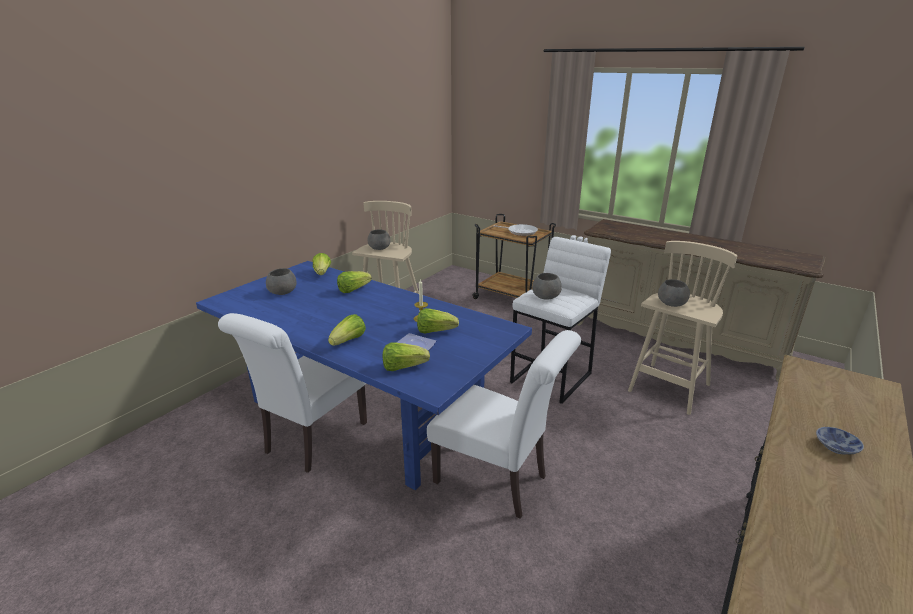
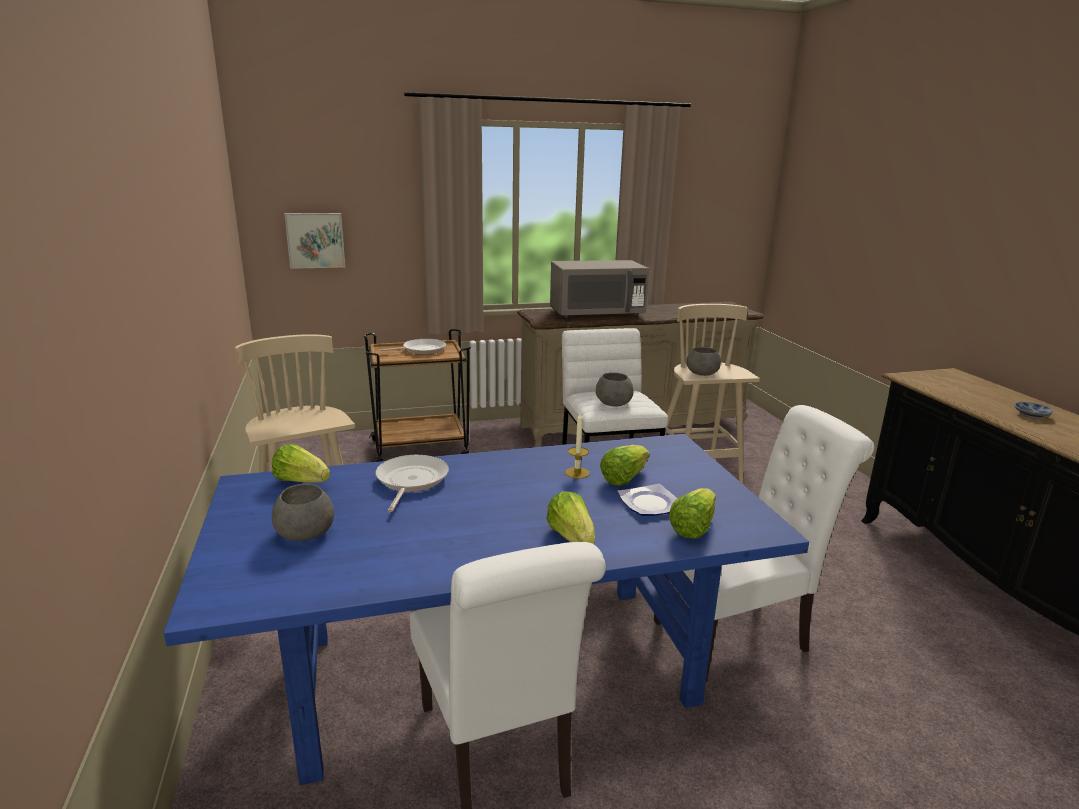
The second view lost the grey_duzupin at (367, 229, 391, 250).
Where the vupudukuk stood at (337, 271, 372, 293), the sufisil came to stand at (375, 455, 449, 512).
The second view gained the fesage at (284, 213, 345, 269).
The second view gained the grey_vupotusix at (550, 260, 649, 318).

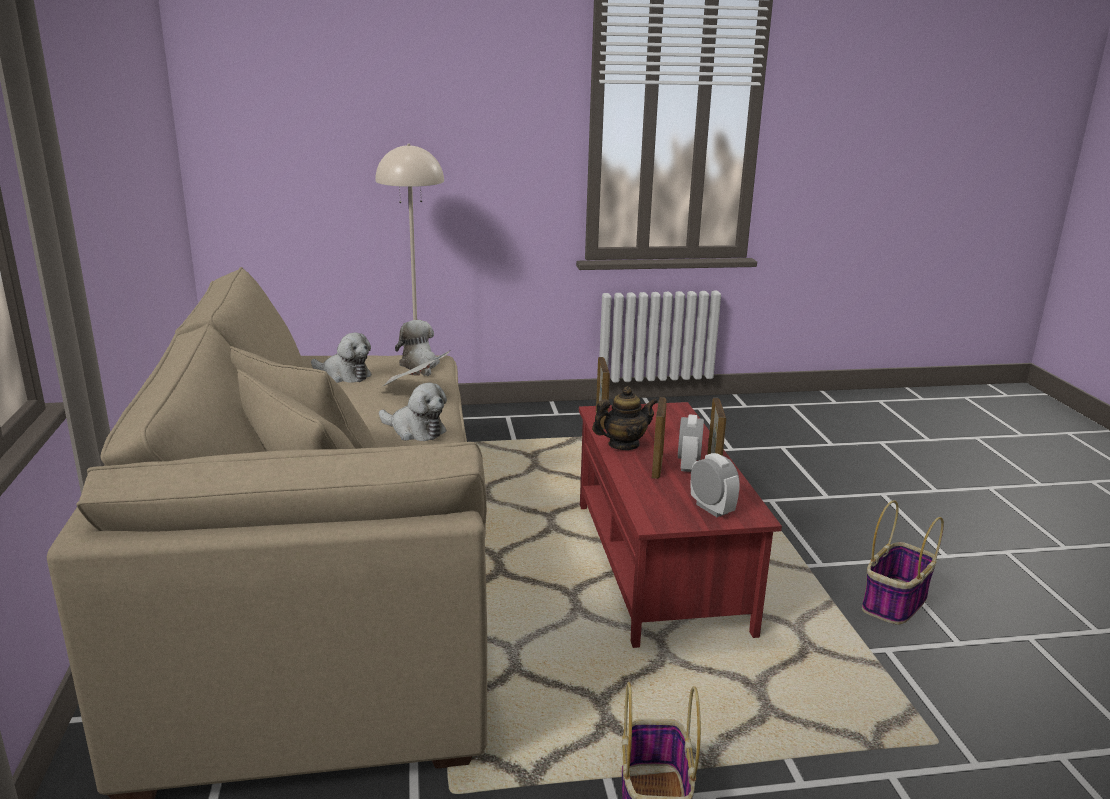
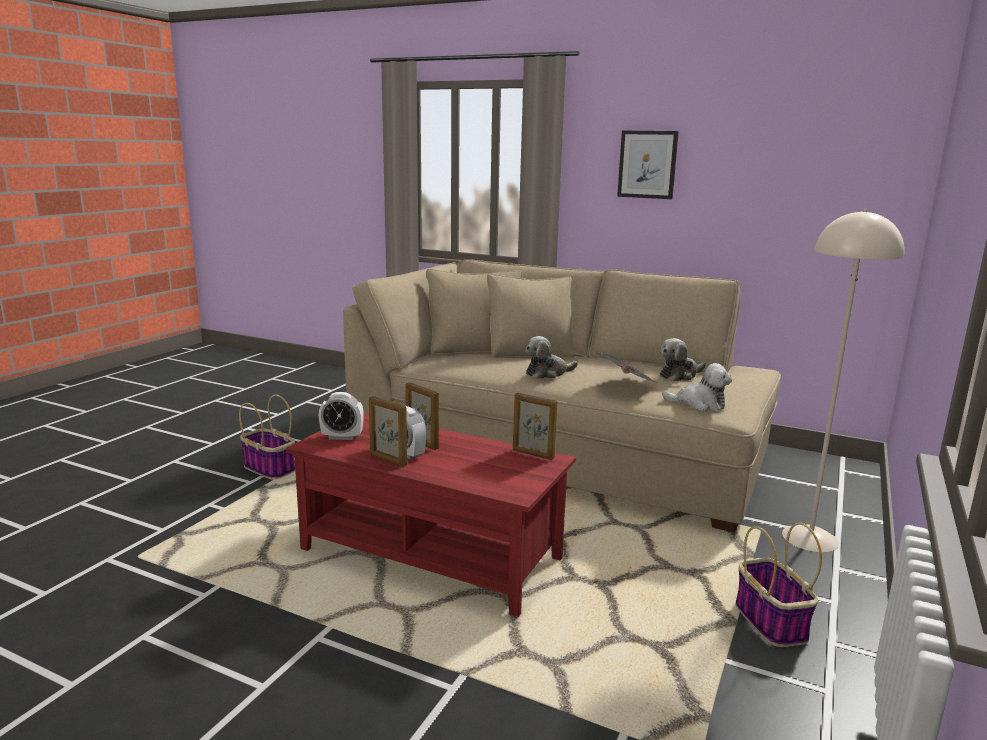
The second view lost the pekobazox at (592, 386, 658, 450).
The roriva ended up elsewhere, having gone from (862, 500, 944, 625) to (736, 522, 822, 647).
The second view gained the fesage at (617, 131, 679, 199).

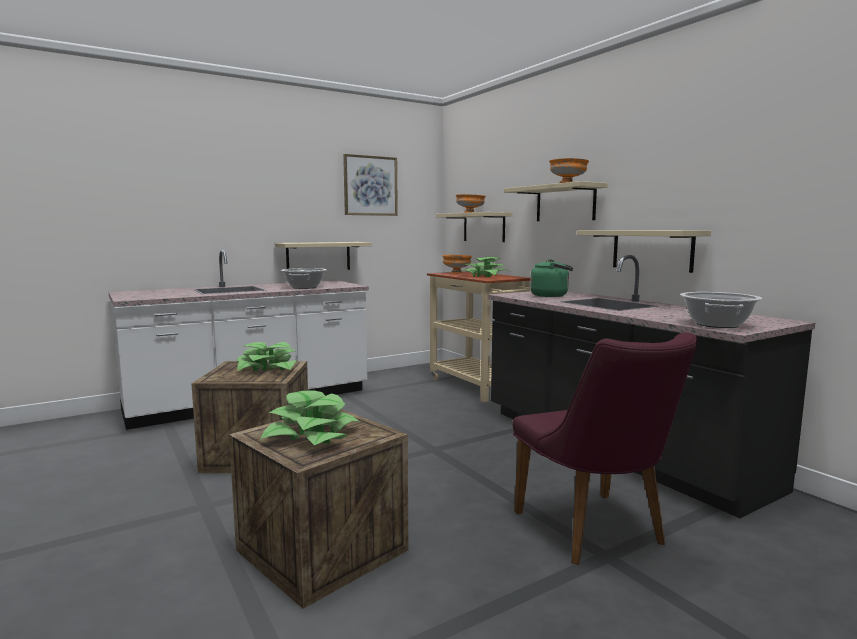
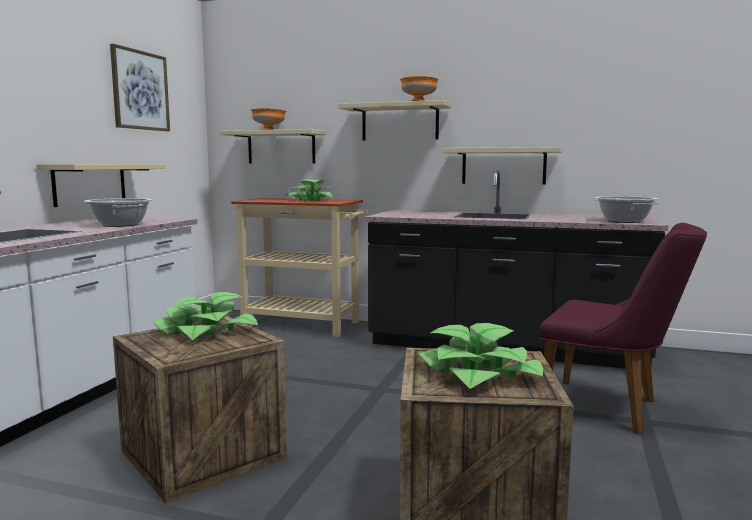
The second view lost the orange_duzupin at (442, 255, 472, 273).
The second view lost the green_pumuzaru at (530, 259, 573, 297).

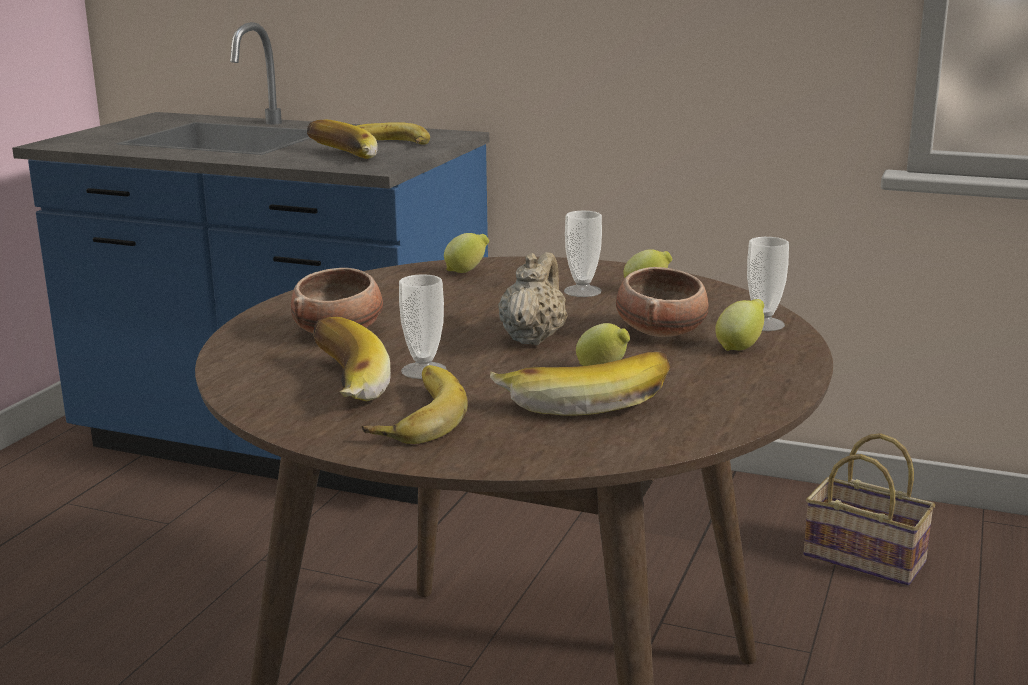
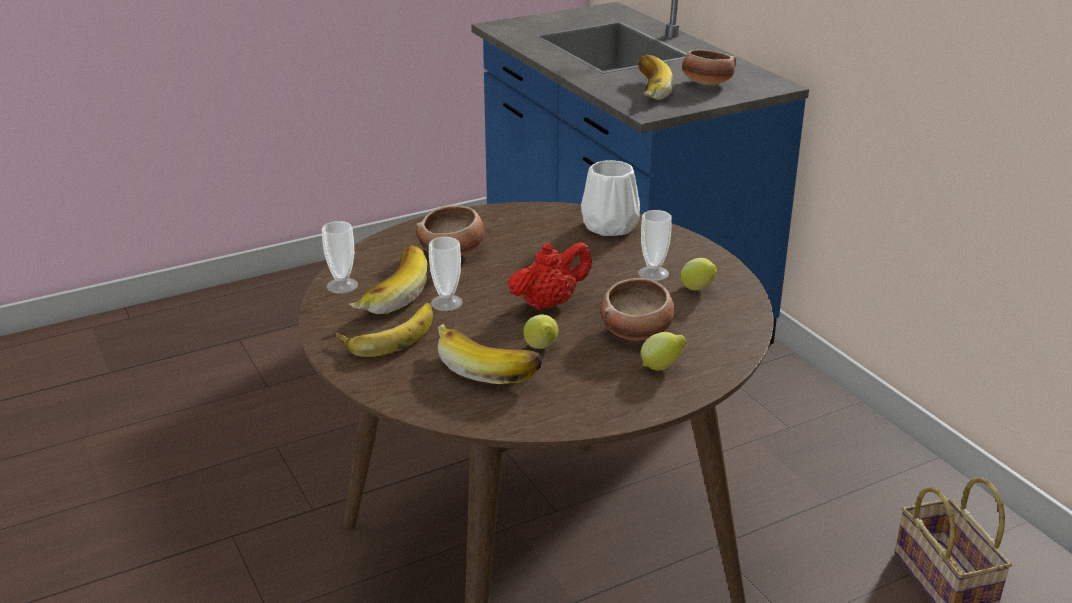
Where the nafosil stood at (357, 122, 430, 145), the duzupin came to stand at (682, 49, 736, 85).
Where the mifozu stood at (444, 233, 489, 273), the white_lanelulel came to stand at (581, 160, 640, 236).
The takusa ended up elsewhere, having gone from (747, 237, 789, 331) to (322, 221, 358, 294).
What was the beige_pekobazox at (498, 252, 568, 345) turned into the red_pekobazox at (508, 242, 592, 311).

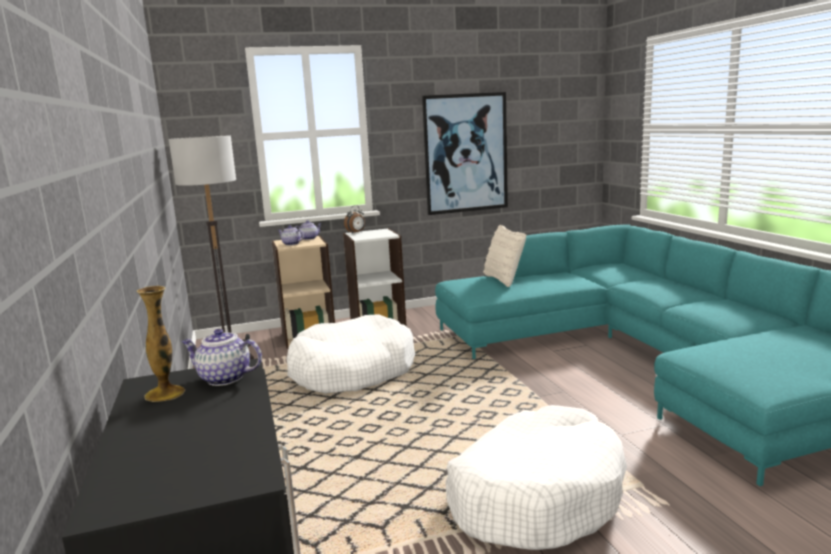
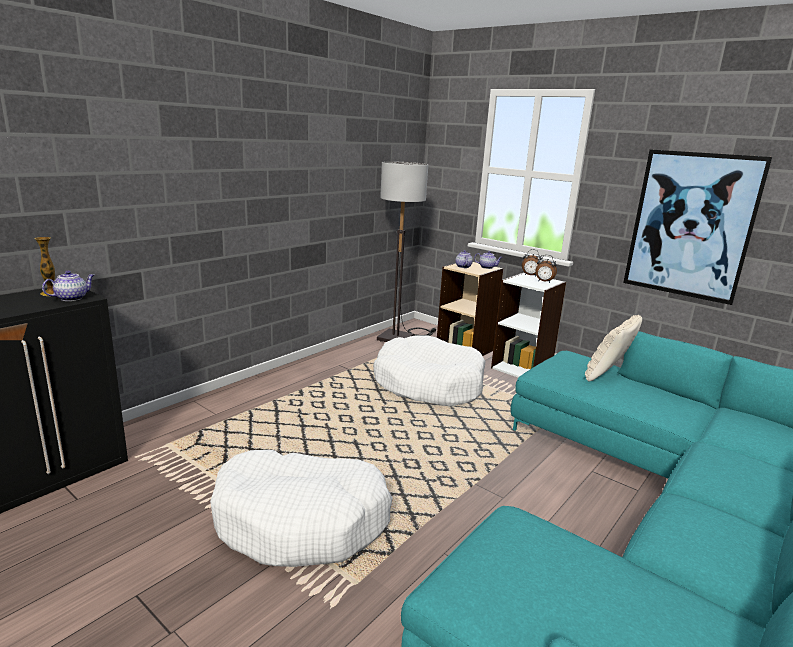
The pekobazox at (181, 329, 262, 386) ended up facing another way, 60 degrees clockwise from before.
The second view gained the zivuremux at (535, 255, 557, 283).

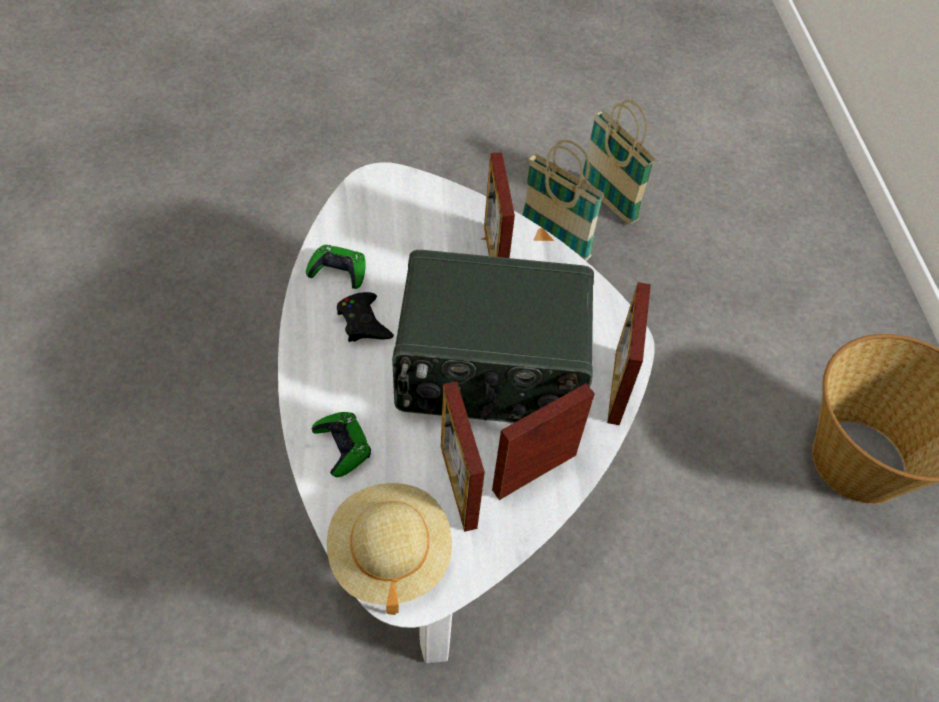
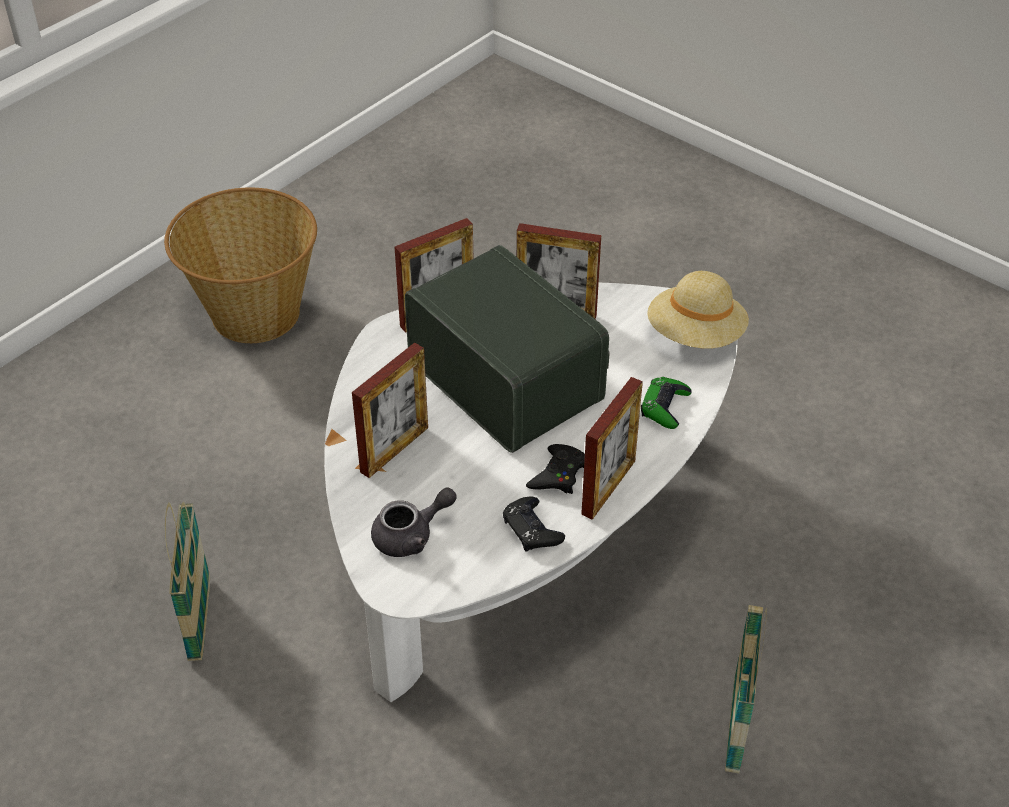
The roriva ended up elsewhere, having gone from (582, 99, 656, 224) to (725, 605, 767, 773).
What was the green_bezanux at (306, 245, 366, 289) turned into the black_bezanux at (503, 496, 565, 552).
The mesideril ended up elsewhere, having gone from (441, 381, 485, 532) to (581, 377, 643, 520).
The second view gained the grey_pekobazox at (371, 488, 457, 557).

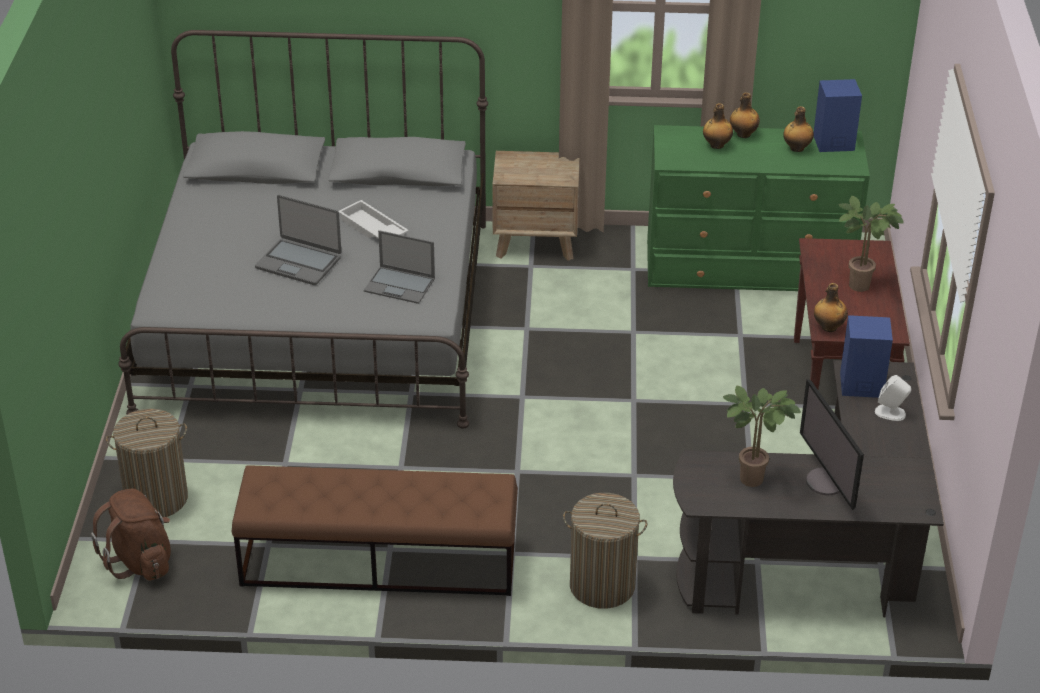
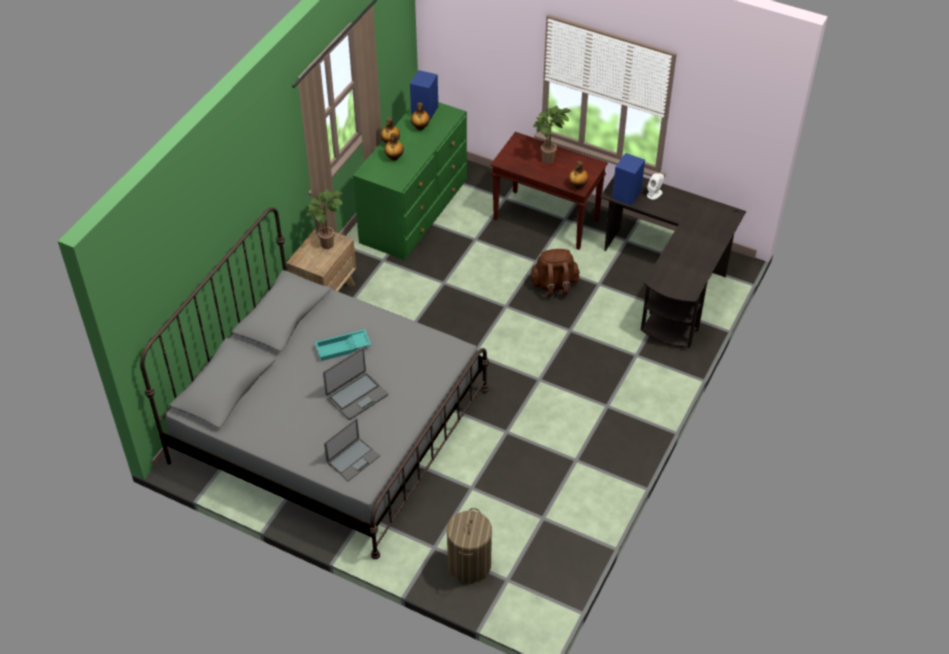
What was the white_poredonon at (338, 200, 409, 239) turned into the turquoise_poredonon at (315, 329, 371, 361).
The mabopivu ended up elsewhere, having gone from (364, 230, 435, 304) to (324, 418, 380, 481).
The second view lost the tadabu at (800, 379, 864, 510).
The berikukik ended up elsewhere, having gone from (723, 386, 801, 487) to (306, 190, 343, 249).
The second view lost the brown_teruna at (232, 465, 518, 596).
The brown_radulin ended up elsewhere, having gone from (91, 489, 171, 581) to (529, 249, 580, 297).
The second view lost the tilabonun at (563, 493, 647, 609).

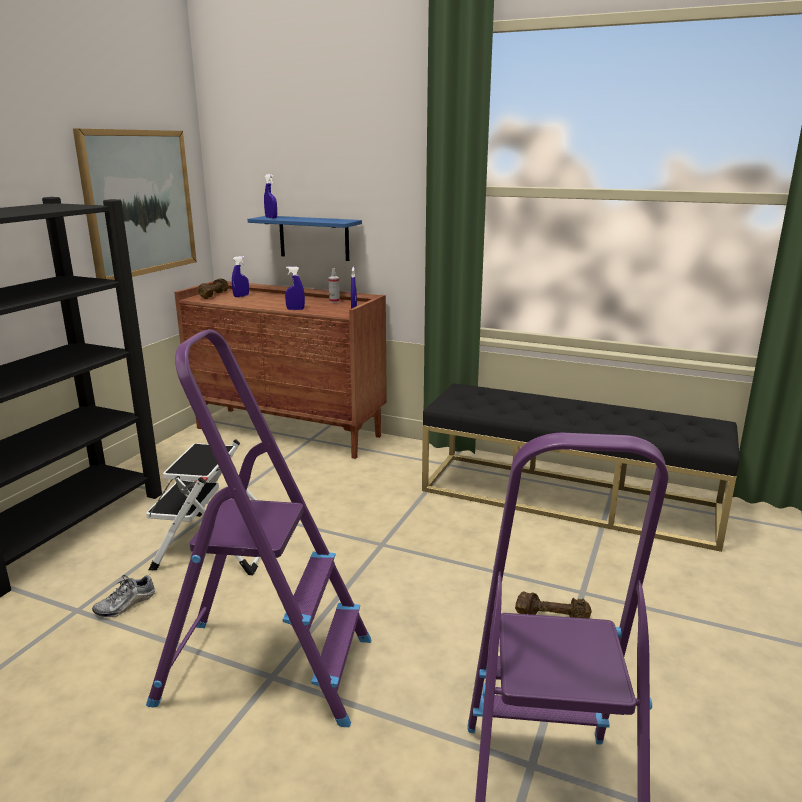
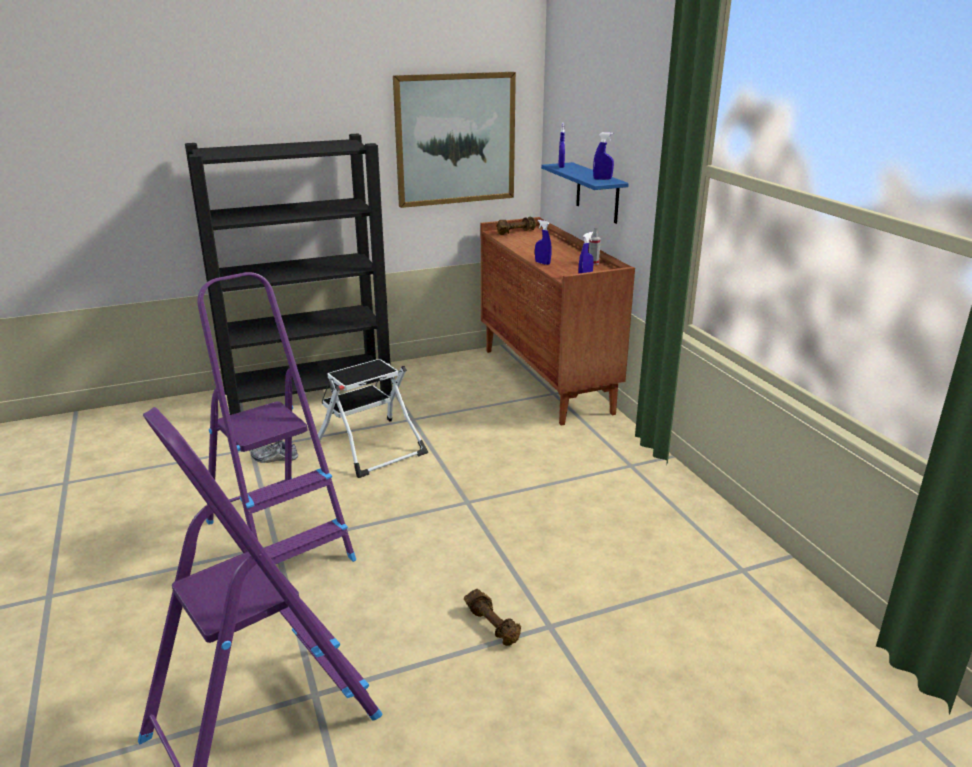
The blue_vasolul ended up elsewhere, having gone from (232, 256, 249, 297) to (593, 132, 614, 180).
The second view lost the black_teruna at (422, 383, 739, 552).

